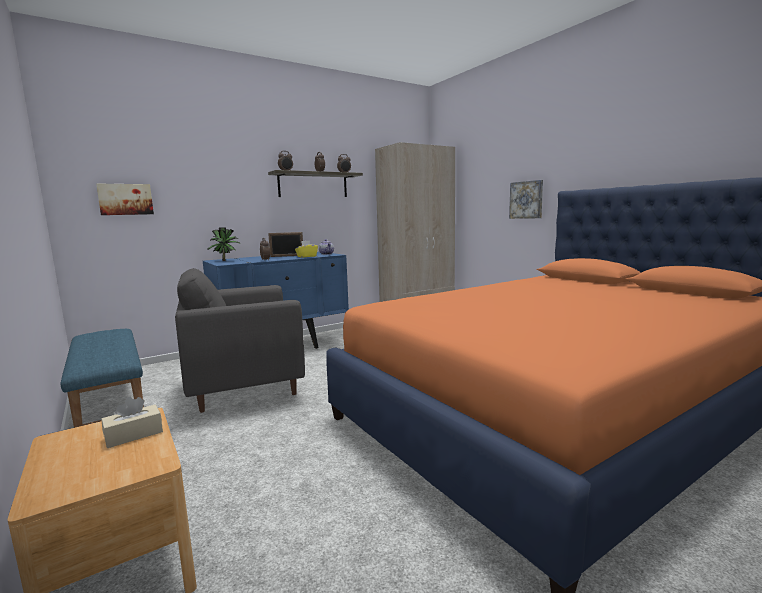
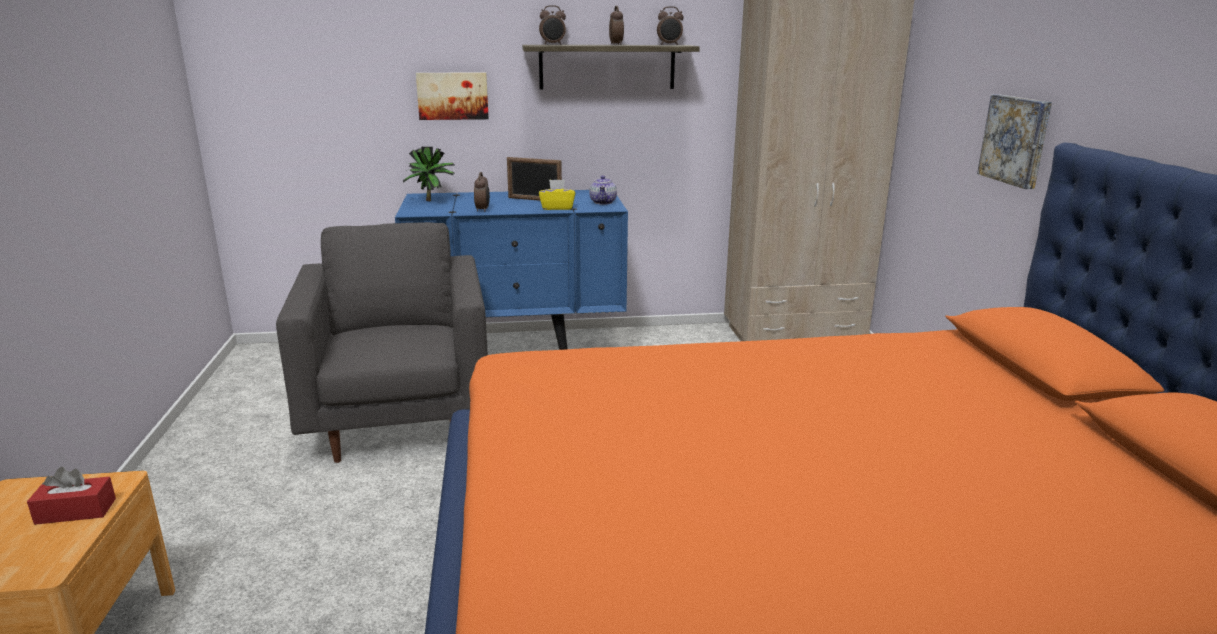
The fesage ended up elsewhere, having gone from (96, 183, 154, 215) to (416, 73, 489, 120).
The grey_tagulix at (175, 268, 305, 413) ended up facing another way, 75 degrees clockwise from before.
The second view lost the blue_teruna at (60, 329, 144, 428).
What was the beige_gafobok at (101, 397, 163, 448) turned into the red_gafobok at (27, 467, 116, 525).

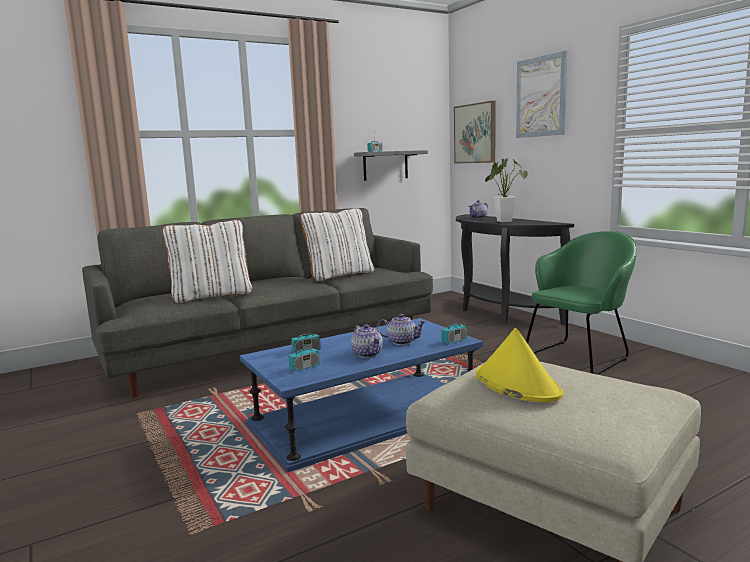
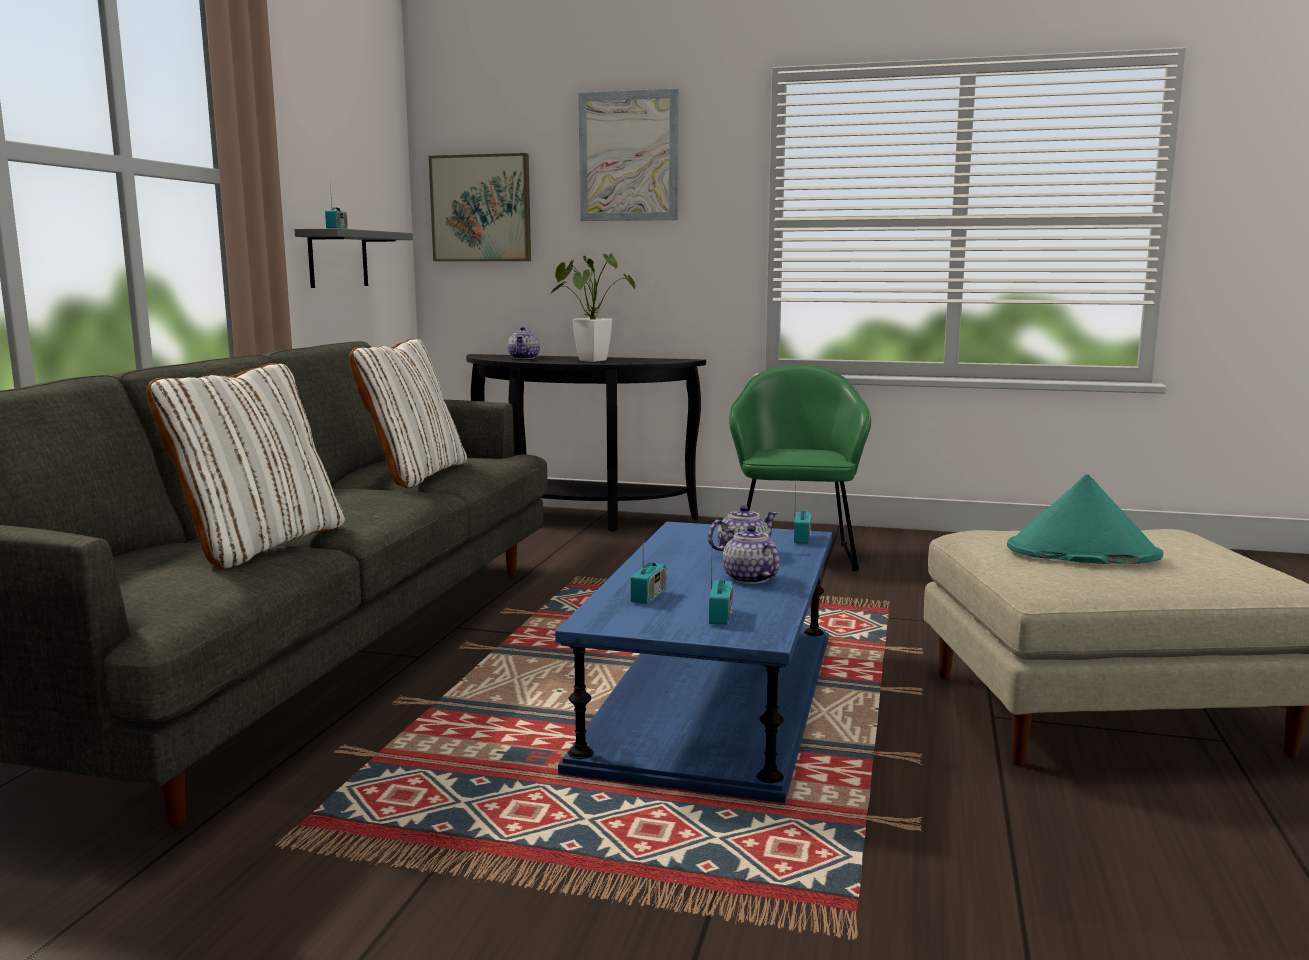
The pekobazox at (351, 324, 383, 358) ended up facing another way, 135 degrees counterclockwise from before.
What was the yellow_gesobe at (476, 328, 563, 402) turned into the turquoise_gesobe at (1007, 474, 1163, 564).

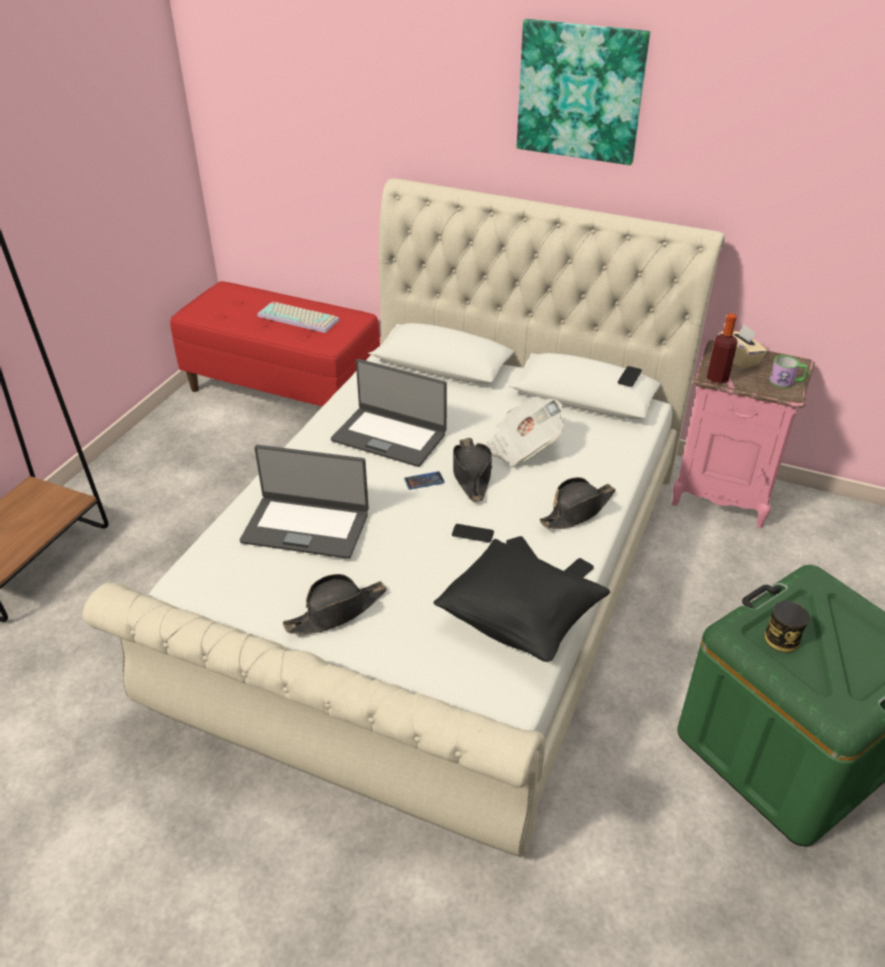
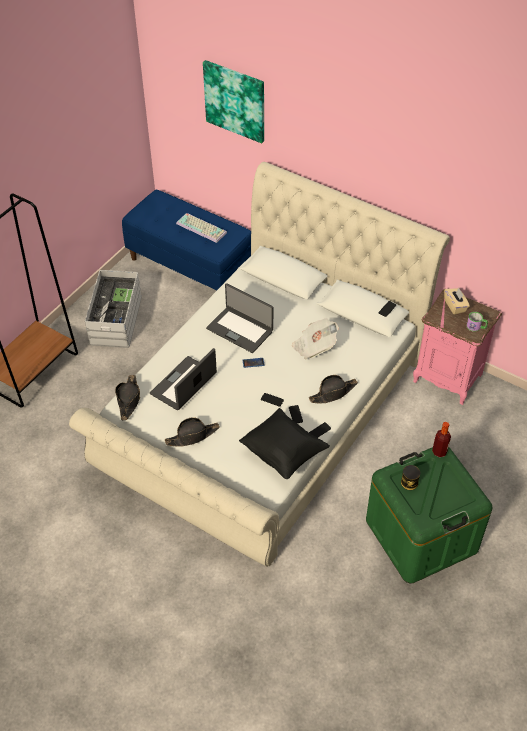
The fesage ended up elsewhere, having gone from (517, 19, 650, 165) to (203, 60, 264, 143).
What was the red_teruna at (170, 281, 380, 407) turned into the blue_teruna at (122, 190, 251, 290).
The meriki ended up elsewhere, having gone from (707, 313, 738, 384) to (432, 422, 451, 457).
The black_gesobe ended up elsewhere, having gone from (453, 438, 492, 502) to (115, 375, 140, 420).
The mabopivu at (240, 445, 369, 559) ended up facing another way, 105 degrees clockwise from before.
The second view gained the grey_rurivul at (85, 270, 142, 348).

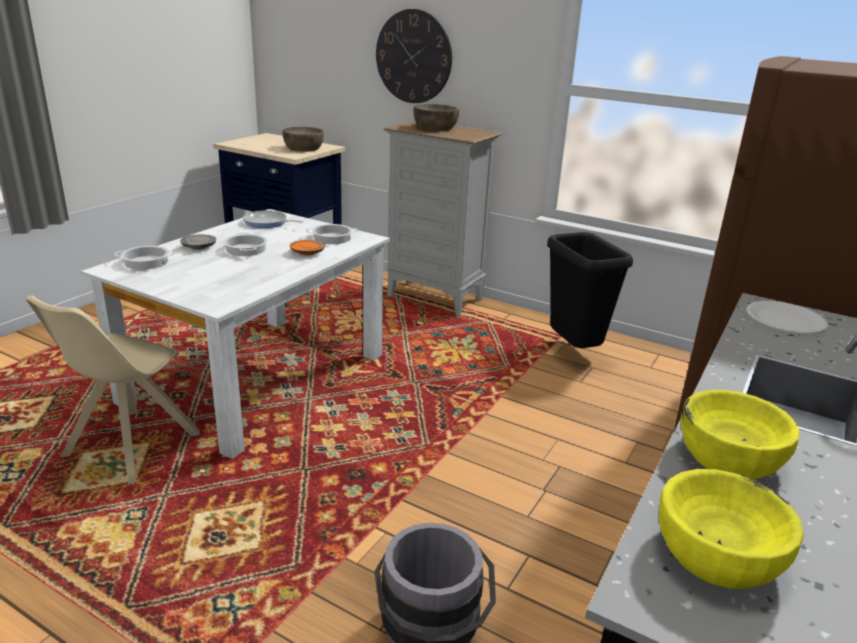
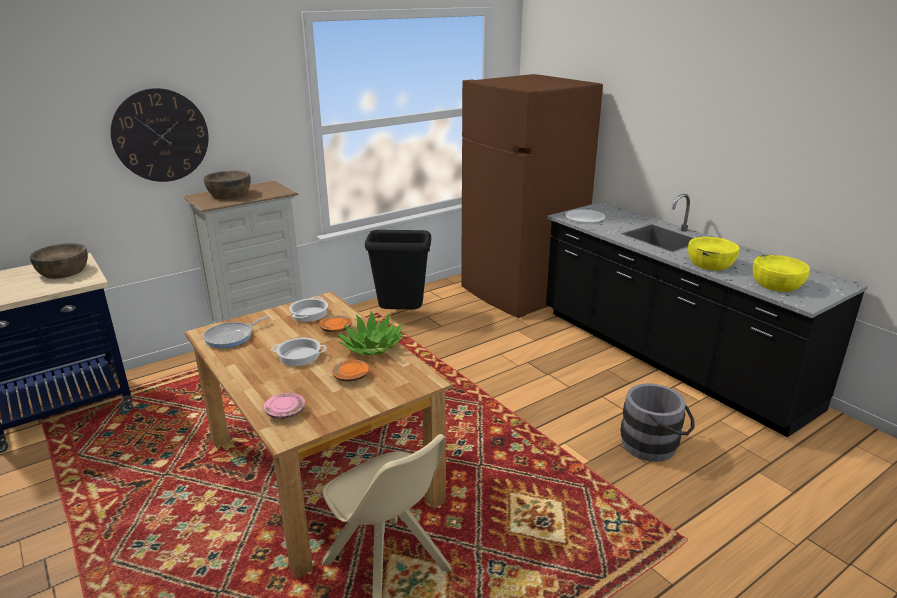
What was the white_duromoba at (81, 209, 390, 459) turned into the brown_duromoba at (184, 292, 453, 579).
The second view lost the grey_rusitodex at (180, 234, 216, 250).
Where the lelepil stood at (114, 246, 175, 270), the pink_rusitodex came to stand at (264, 393, 305, 419).
The second view gained the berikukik at (337, 311, 406, 356).
The second view gained the orange_rusitodex at (332, 360, 369, 382).

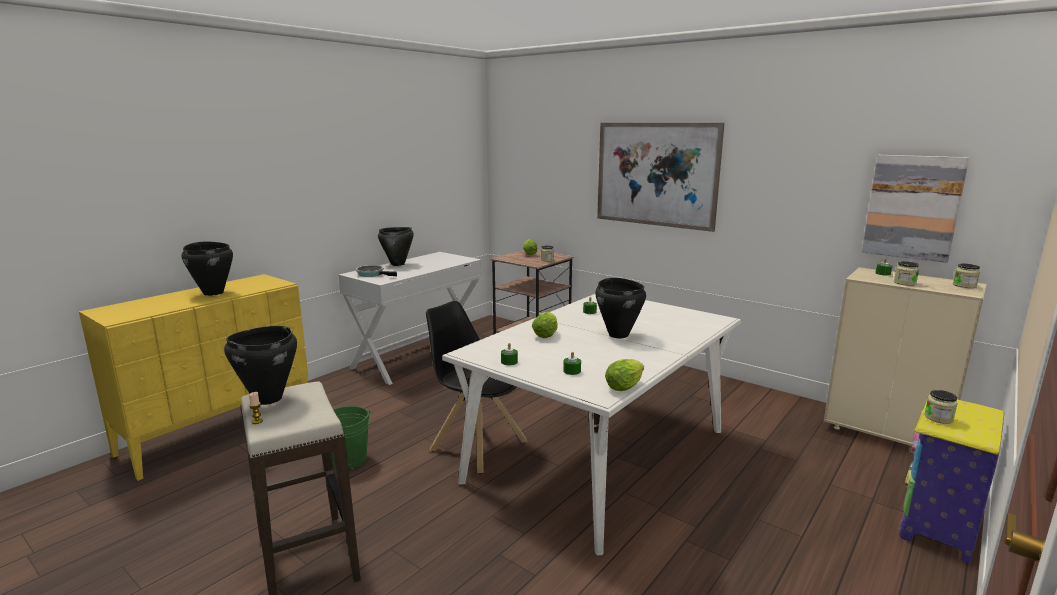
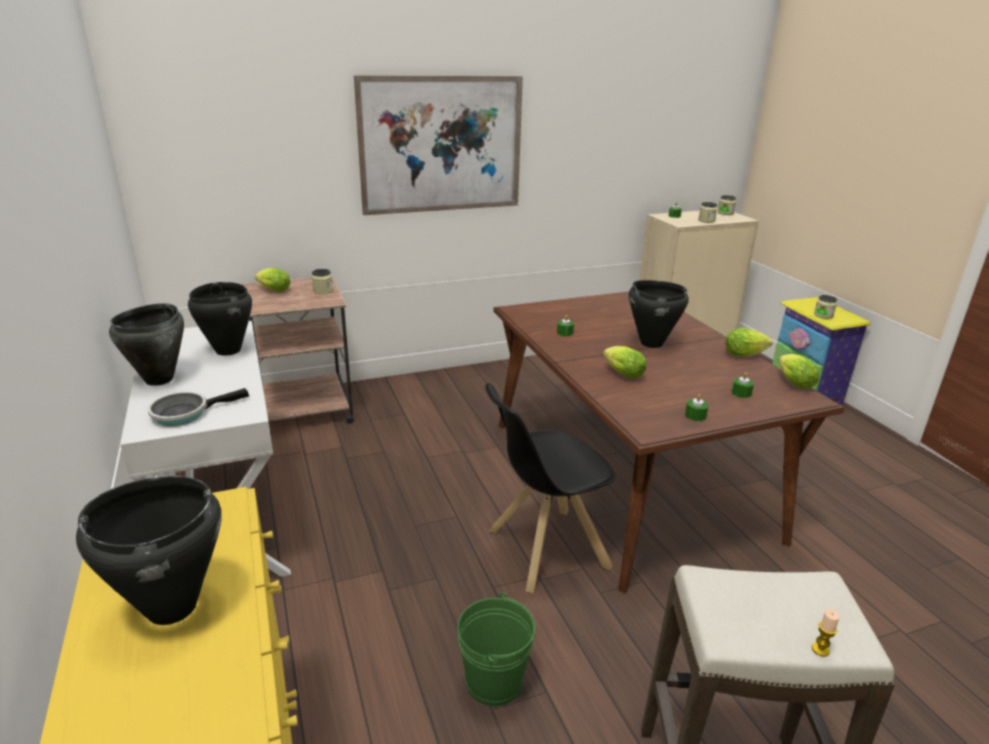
The second view lost the fesage at (862, 155, 969, 263).
What was the white_duromoba at (442, 294, 741, 555) turned into the brown_duromoba at (493, 292, 845, 593).
The black_lelepil ended up elsewhere, having gone from (224, 326, 297, 405) to (188, 282, 252, 356).
The second view gained the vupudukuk at (725, 328, 773, 357).

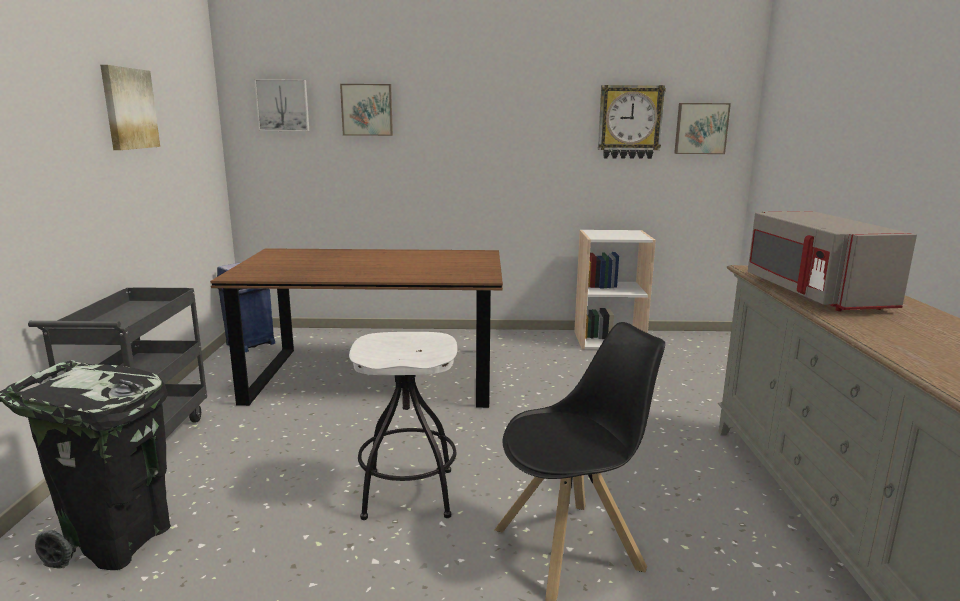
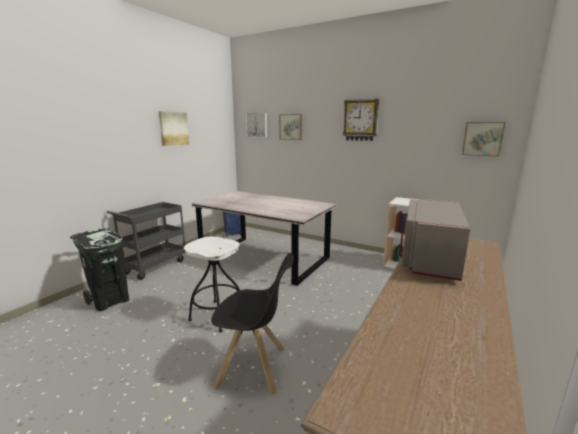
The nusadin ended up elsewhere, having gone from (598, 85, 666, 159) to (343, 99, 380, 141).
What was the brown_duromoba at (210, 248, 503, 408) turned into the grey_duromoba at (192, 191, 337, 286).

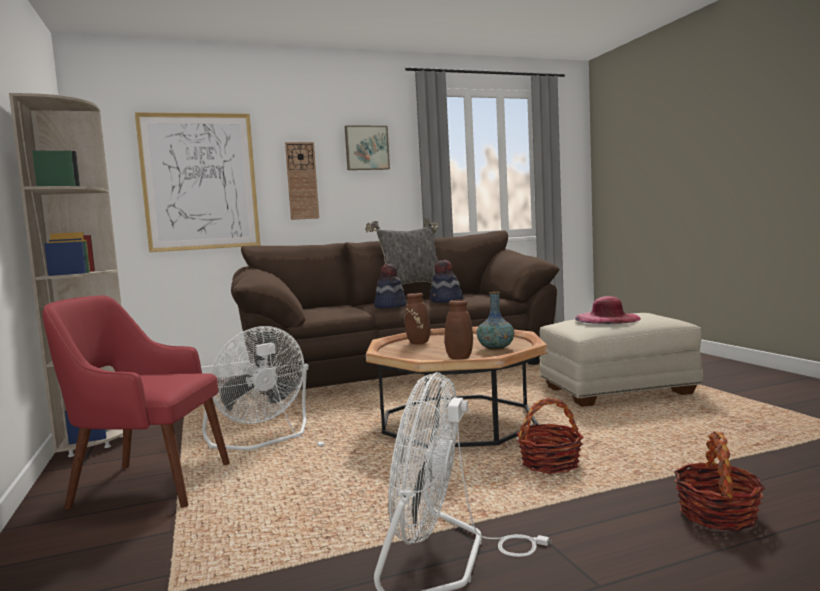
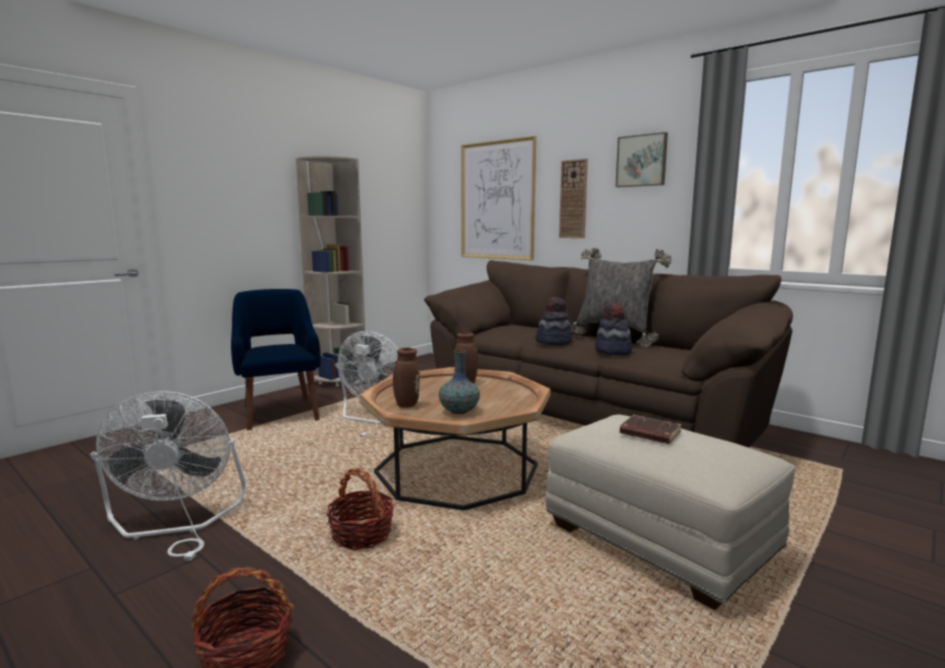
What was the red_tagulix at (43, 296, 230, 510) turned into the blue_tagulix at (231, 289, 321, 430).
Where the pink_gesobe stood at (575, 296, 641, 324), the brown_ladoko came to stand at (620, 415, 682, 444).

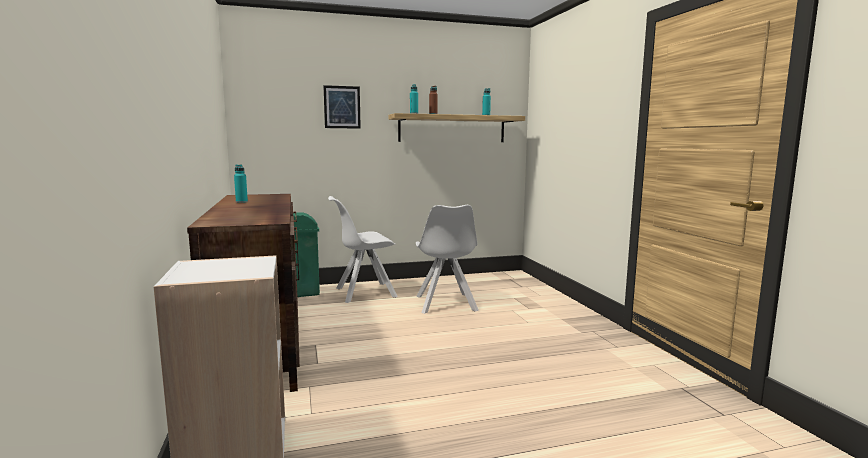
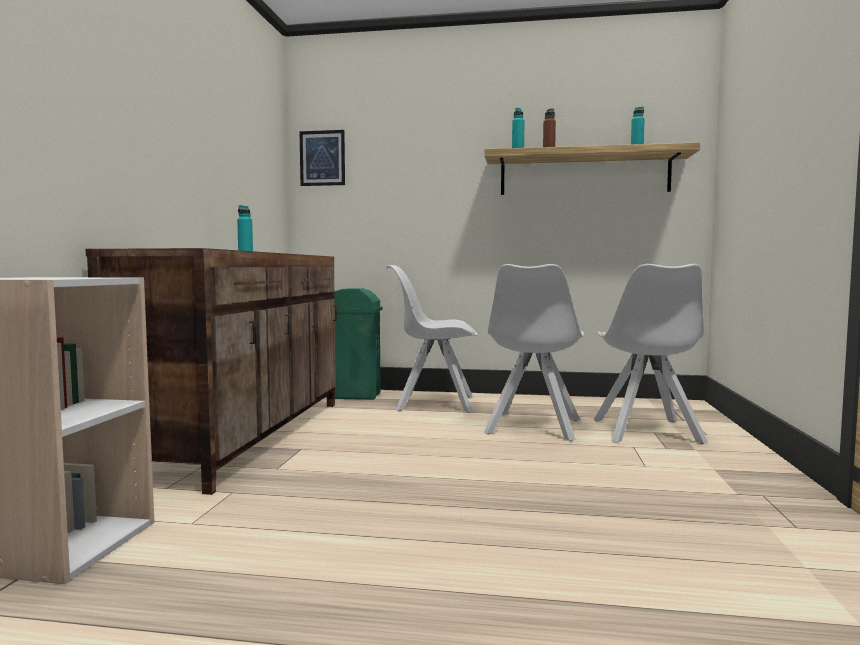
The fesage ended up elsewhere, having gone from (323, 85, 361, 129) to (299, 130, 345, 186).
The second view gained the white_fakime at (594, 264, 708, 444).

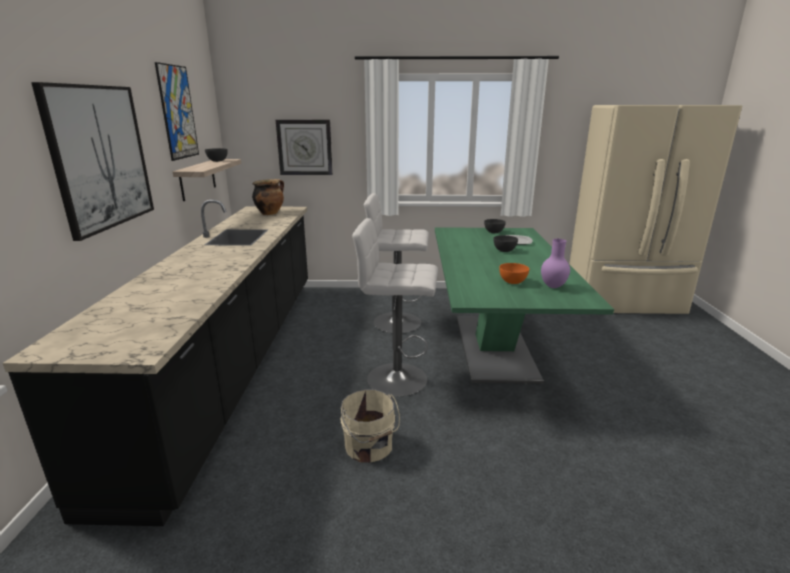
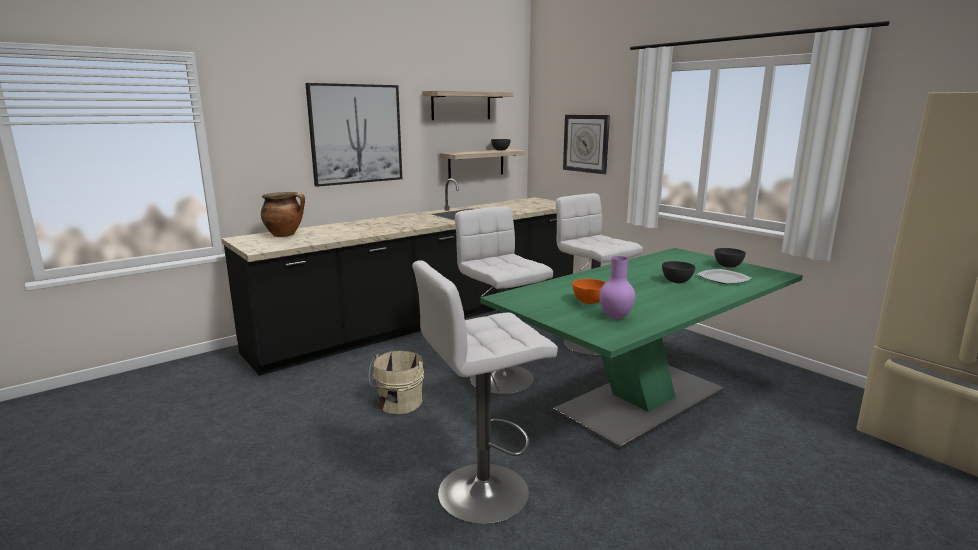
Where the fesage hung at (155, 62, 199, 161), the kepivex came to hang at (422, 90, 514, 120).
The lelepil ended up elsewhere, having gone from (252, 179, 284, 215) to (261, 192, 305, 237).
The second view gained the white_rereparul at (412, 260, 558, 524).

